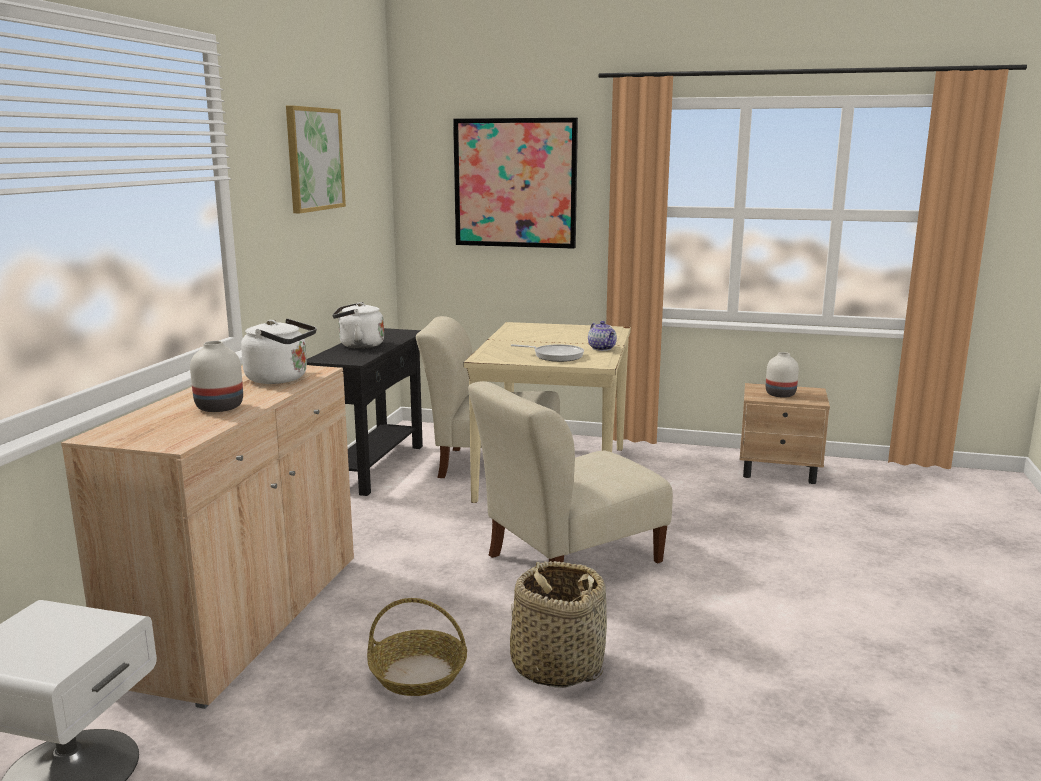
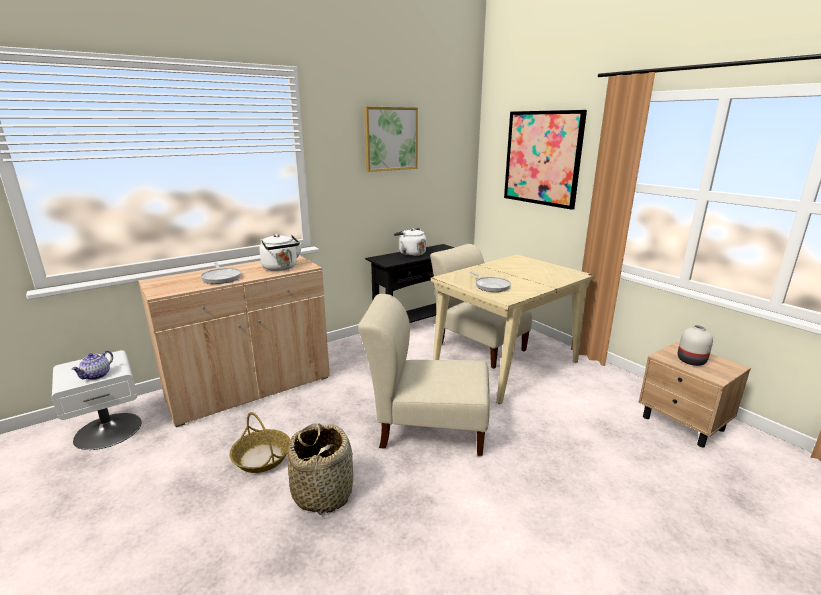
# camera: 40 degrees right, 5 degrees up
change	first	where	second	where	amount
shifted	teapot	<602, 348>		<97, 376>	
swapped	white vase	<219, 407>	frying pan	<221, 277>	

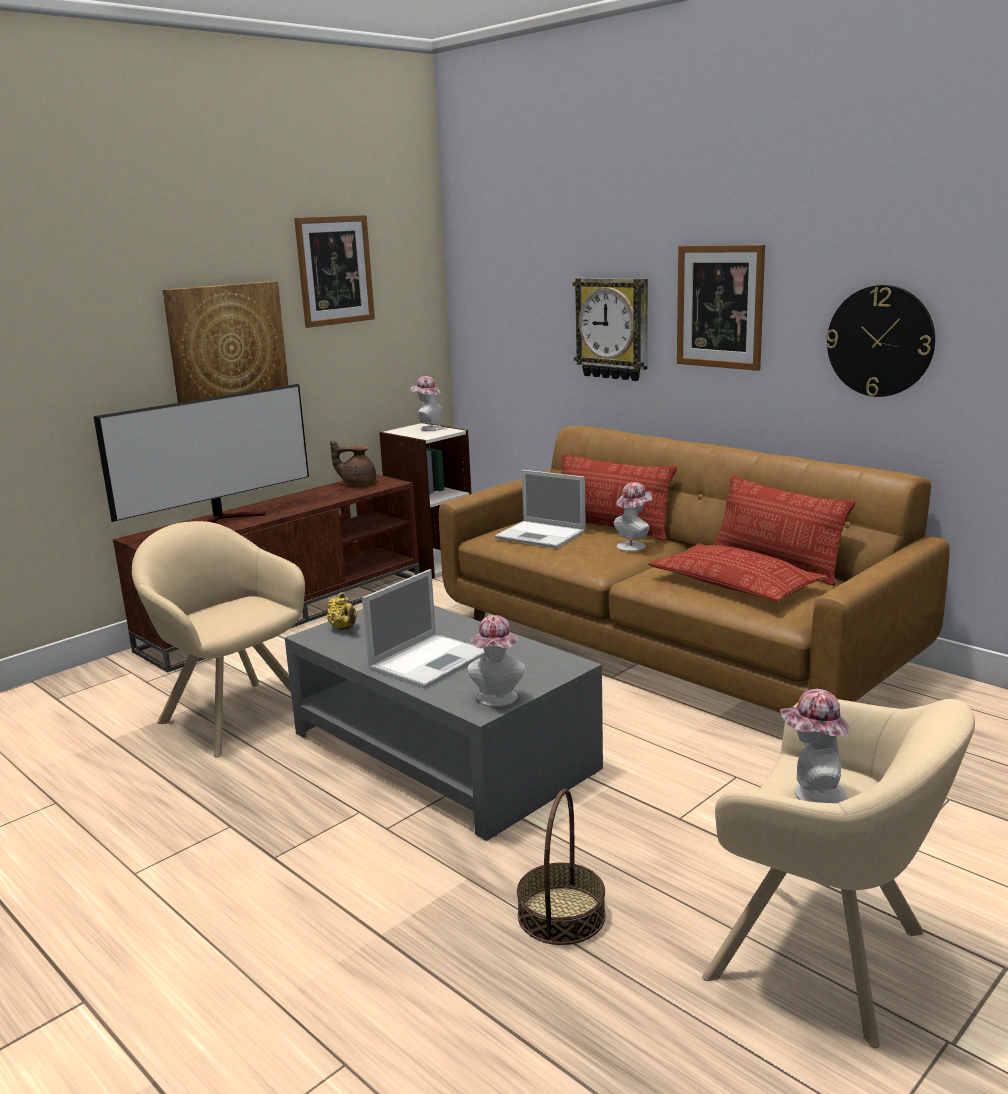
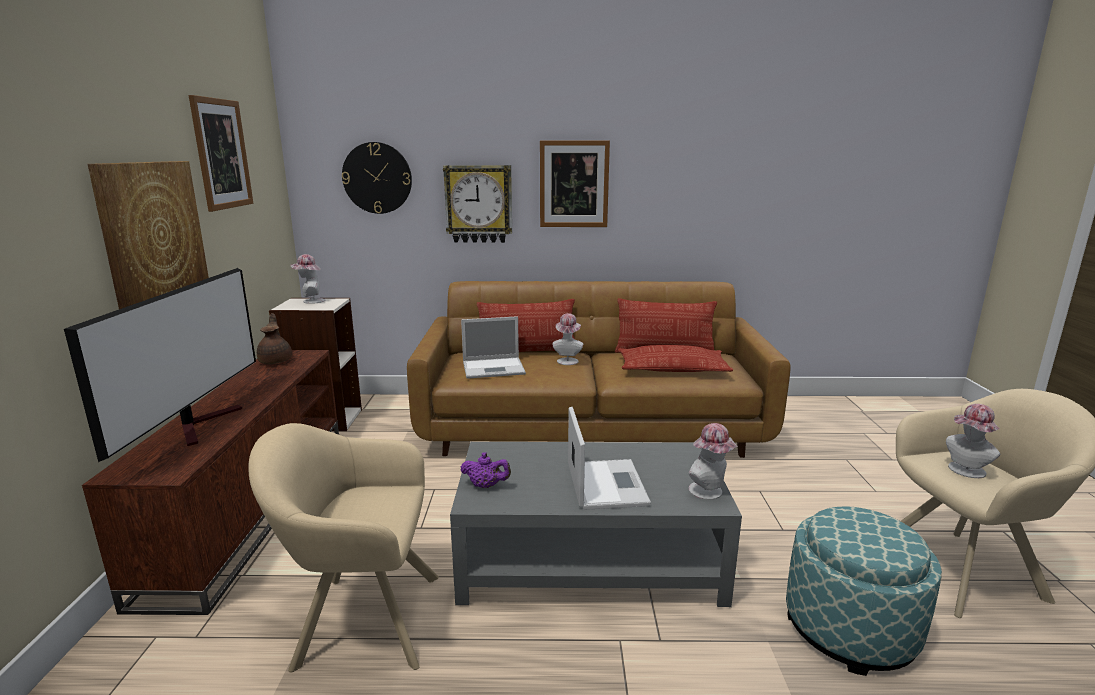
# camera: 45 degrees left, 0 degrees up
change	first	where	second	where	amount
rotated	brown teapot	<357, 483>		<276, 360>	120 degrees clockwise
shifted	wall clock	<880, 341>		<377, 178>	
repainted	yellow teapot	<344, 628>	purple teapot	<486, 485>	
swapped	basket	<561, 915>	ottoman	<850, 628>	

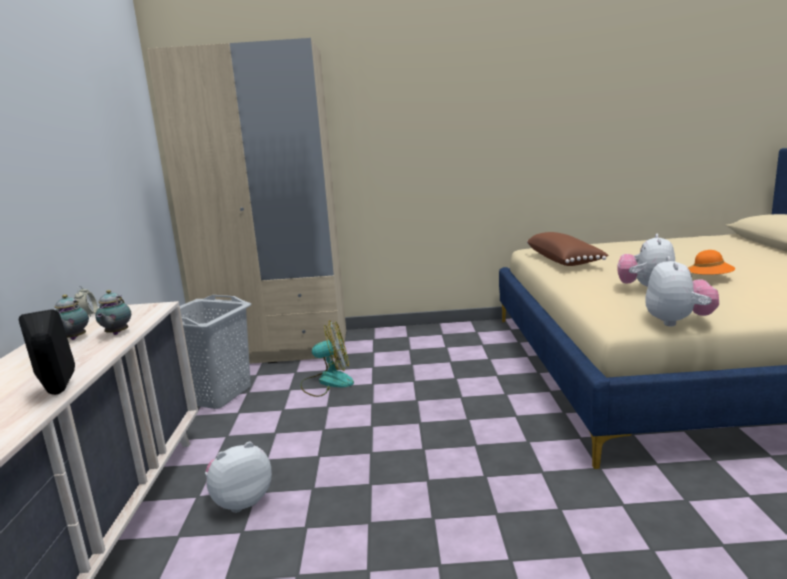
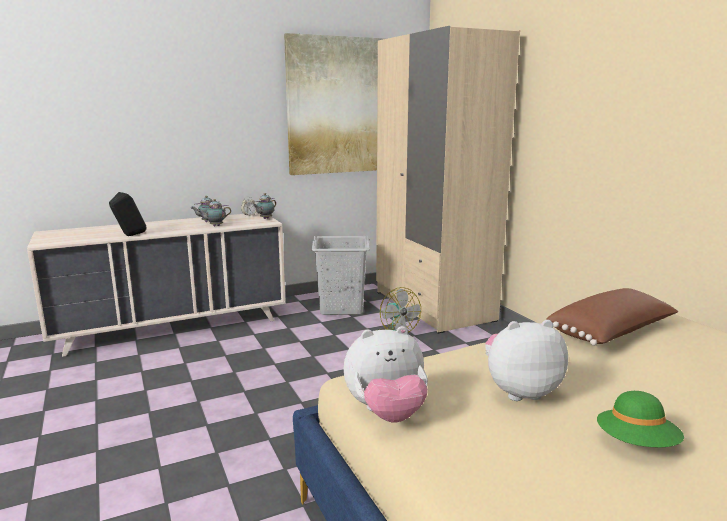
# camera: 65 degrees right, 0 degrees up
change	first	where	second	where	amount
new			teapot	<265, 218>	
new			picture	<348, 106>	
repainted	orange hat	<709, 279>	green hat	<636, 444>	
gone	plush toy	<241, 501>			

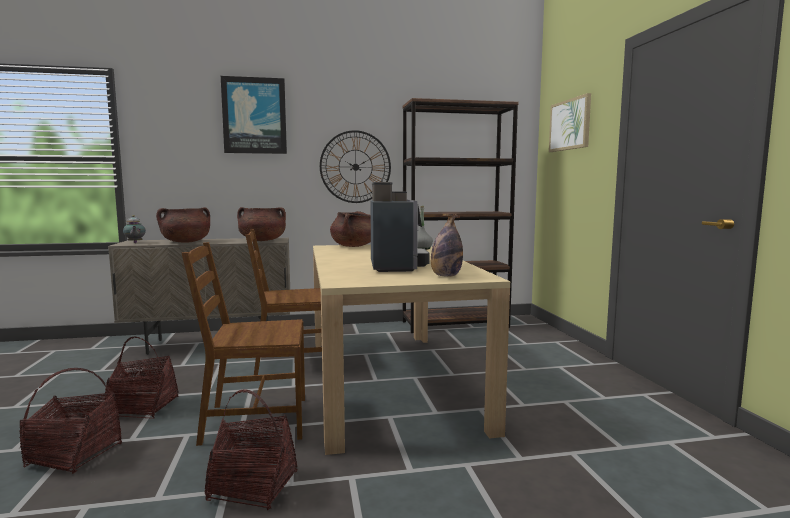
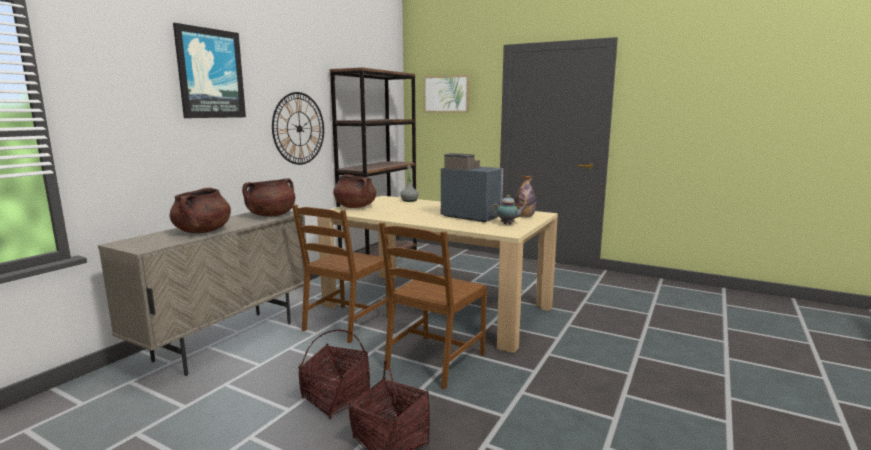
# camera: 50 degrees left, 5 degrees up
change	first	where	second	where	amount
shifted	teapot	<135, 243>		<508, 224>	
gone	basket	<253, 487>			

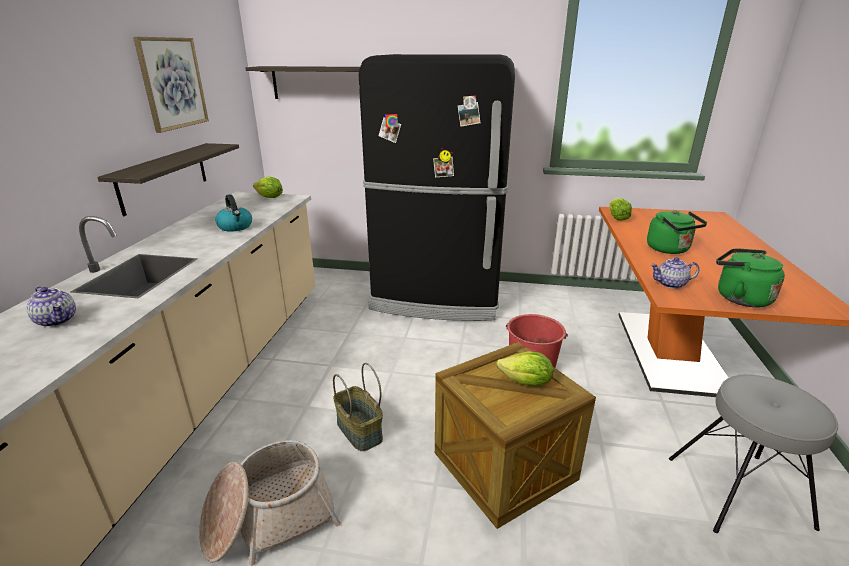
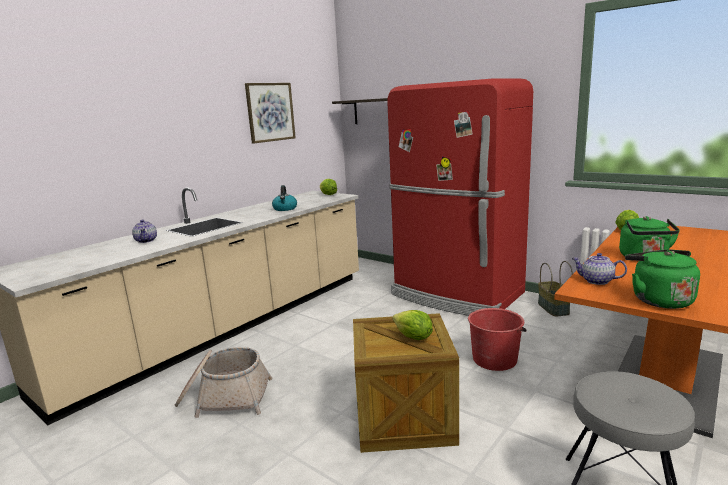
# camera: 30 degrees right, 10 degrees down
change	first	where	second	where	amount
repainted	black fridge	<437, 297>	red fridge	<456, 295>	
shifted	basket	<358, 430>		<552, 308>	
gone	shelf	<164, 177>			

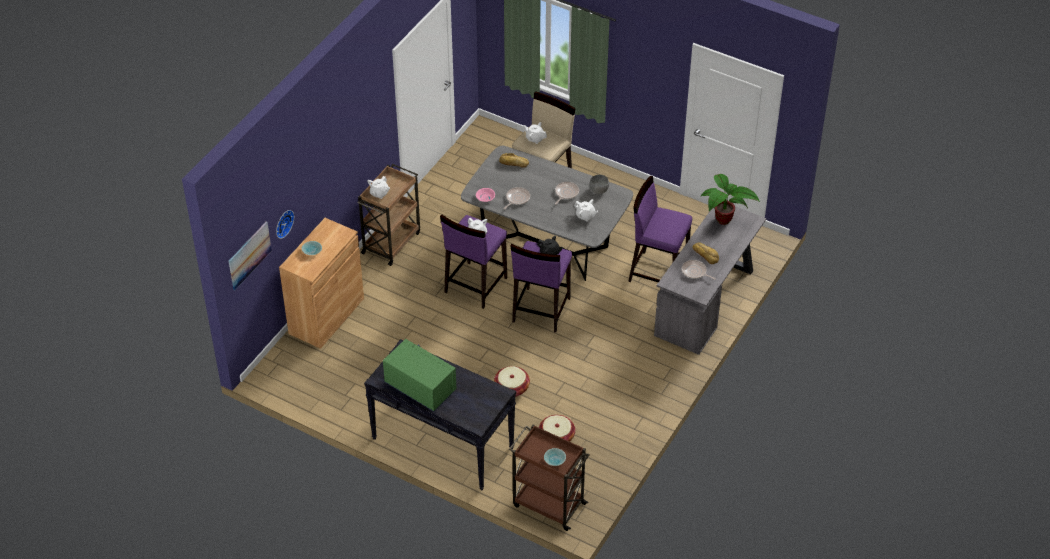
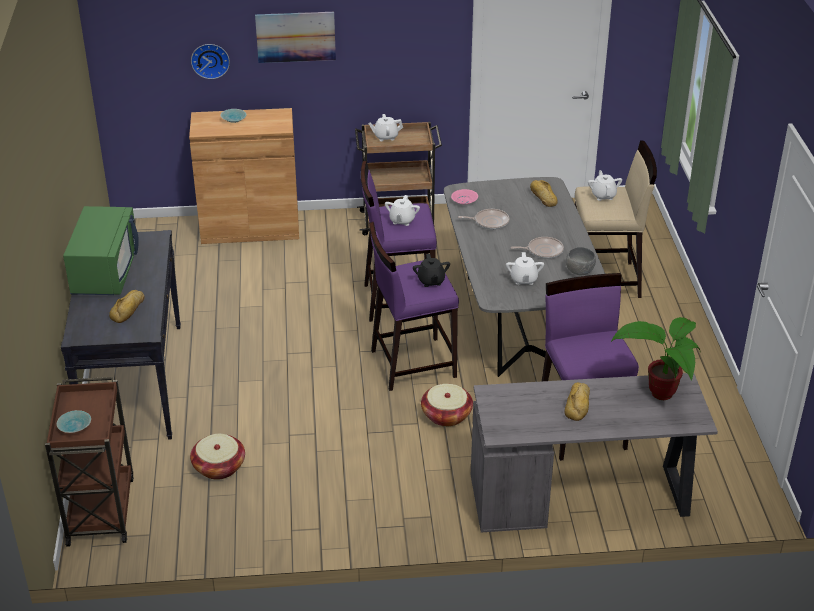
# camera: 55 degrees right, 10 degrees down
change	first	where	second	where	amount
new			bread	<129, 309>	
shifted	picture	<249, 255>		<295, 37>	
shifted	basket	<511, 388>		<446, 415>	
gone	frying pan	<695, 272>			

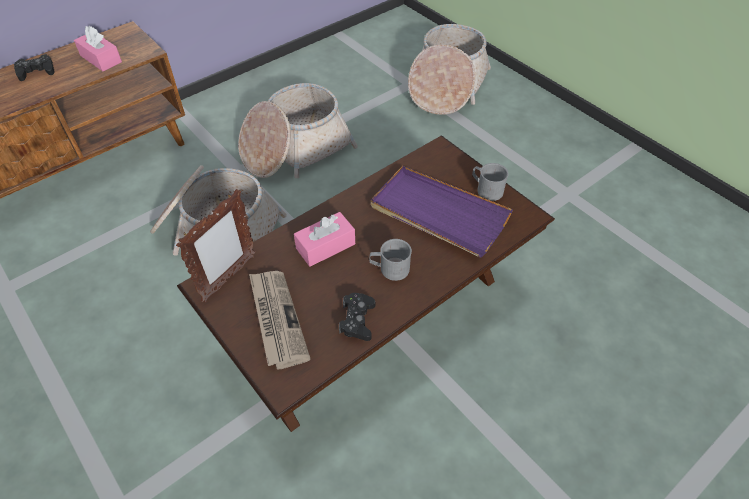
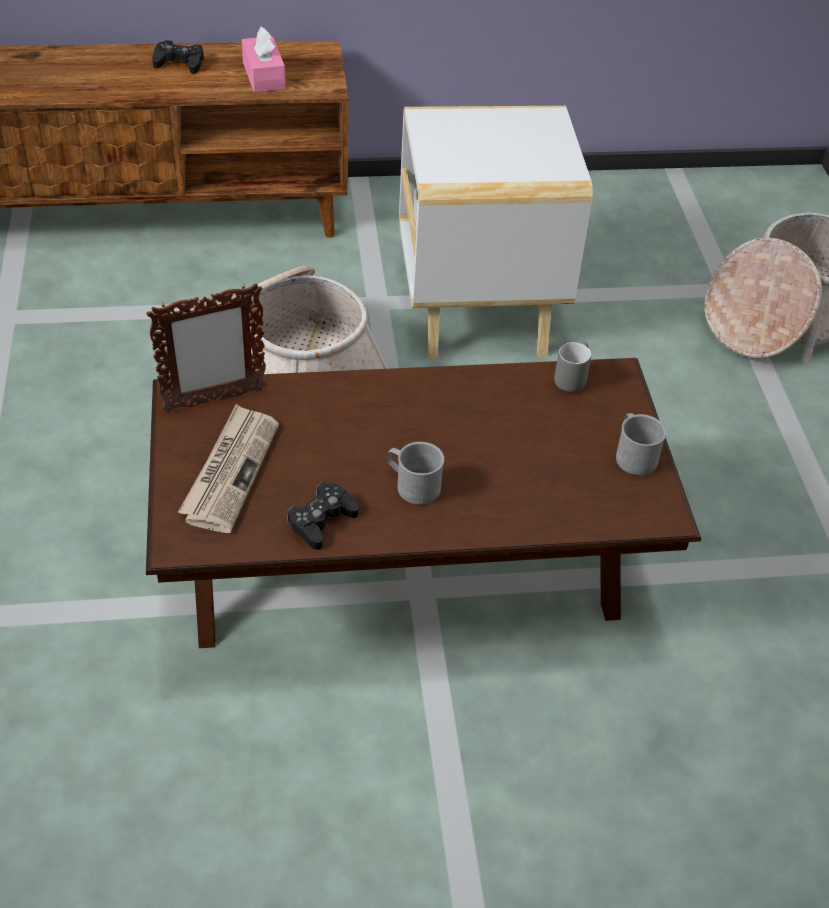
# camera: 30 degrees right, 5 degrees down
change	first	where	second	where	amount
swapped	basket	<295, 149>	white side table	<477, 308>	
new			grey mug	<570, 378>	
gone	pink tissue box	<325, 246>			
gone	purple tray	<438, 213>			

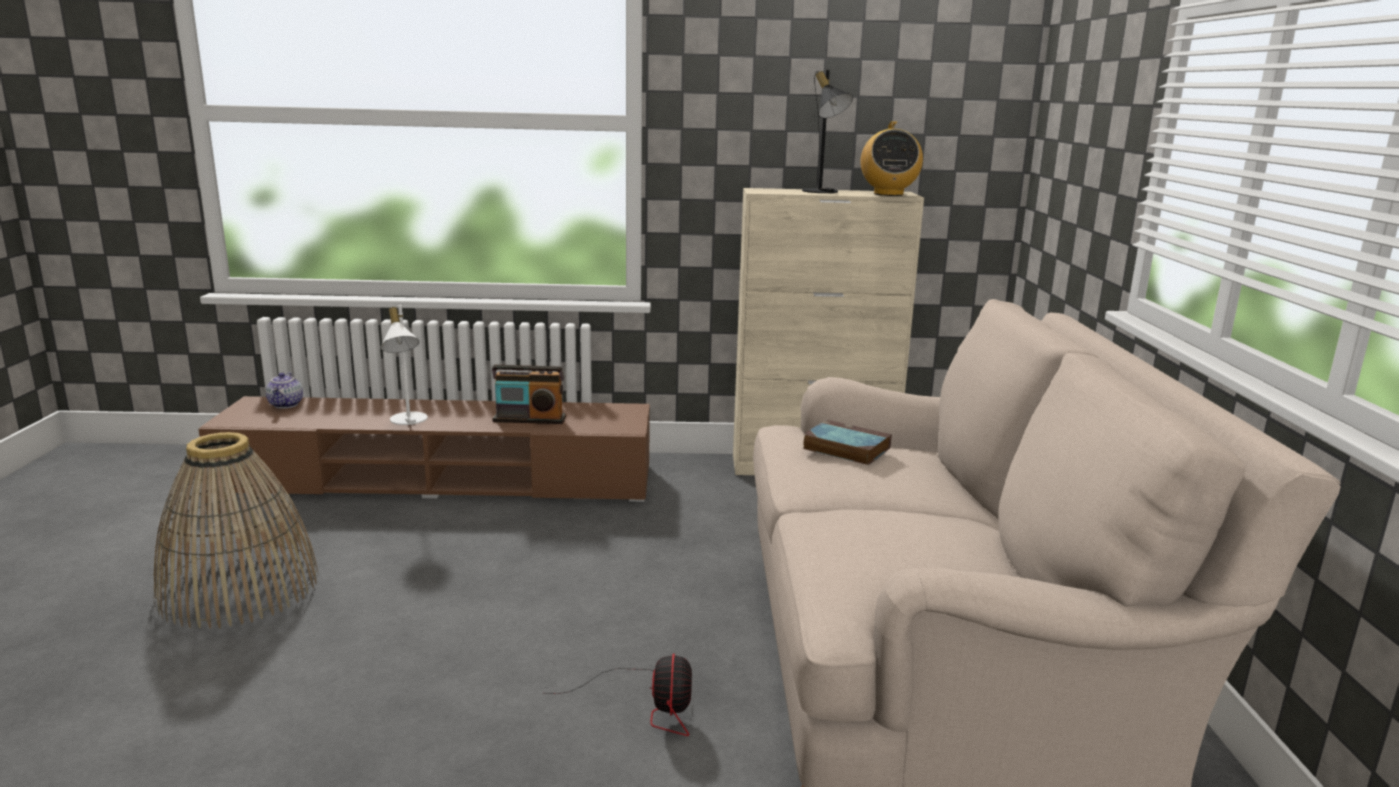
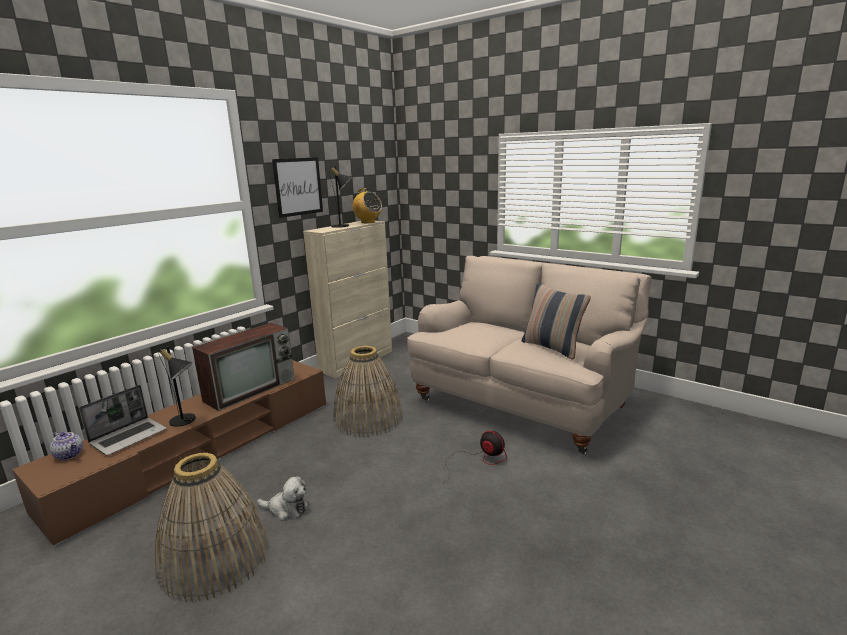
# camera: 50 degrees left, 0 degrees up
change	first	where	second	where	amount
new			laptop	<129, 437>	
repainted	white table lamp	<407, 421>	black table lamp	<185, 421>	
swapped	radio	<529, 419>	television	<251, 389>	
new			plush toy	<286, 509>	
new			picture	<298, 186>	
new			basket	<368, 418>	
new			pillow	<552, 348>	
gone	book	<844, 448>			

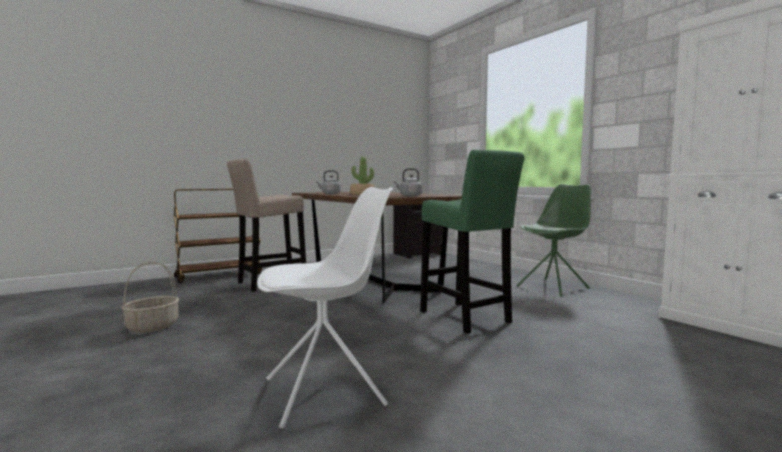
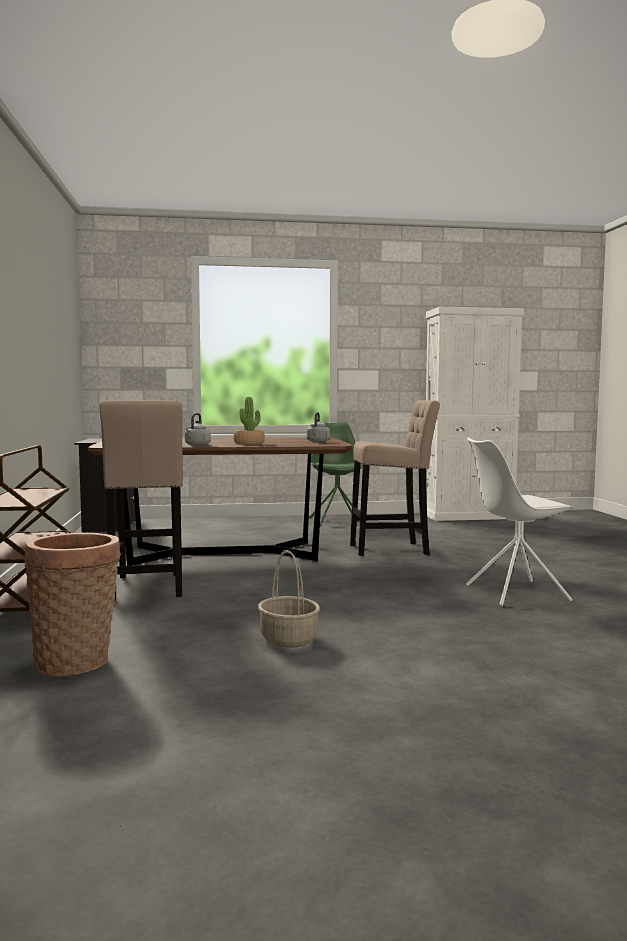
# camera: 65 degrees left, 0 degrees up
change	first	where	second	where	amount
new			basket	<77, 662>	
repainted	green stool	<466, 318>	beige stool	<393, 549>	
rotated	white chair	<326, 392>		<514, 593>	105 degrees counterclockwise

